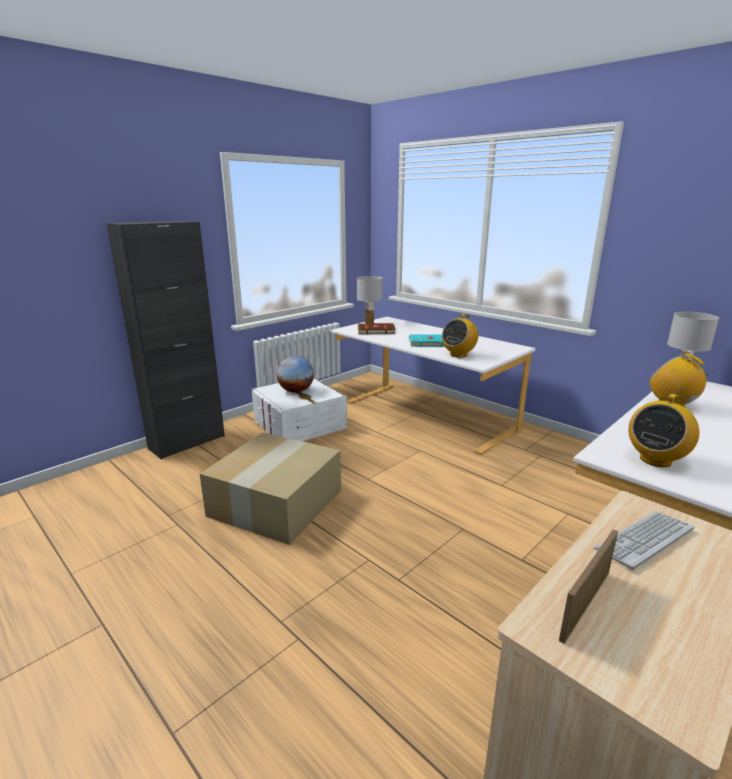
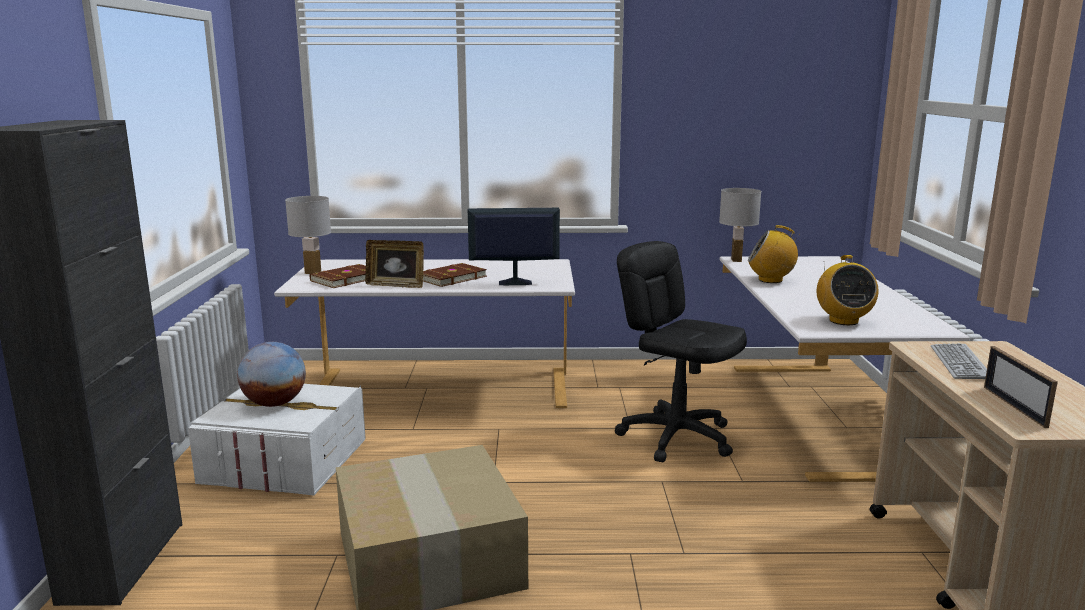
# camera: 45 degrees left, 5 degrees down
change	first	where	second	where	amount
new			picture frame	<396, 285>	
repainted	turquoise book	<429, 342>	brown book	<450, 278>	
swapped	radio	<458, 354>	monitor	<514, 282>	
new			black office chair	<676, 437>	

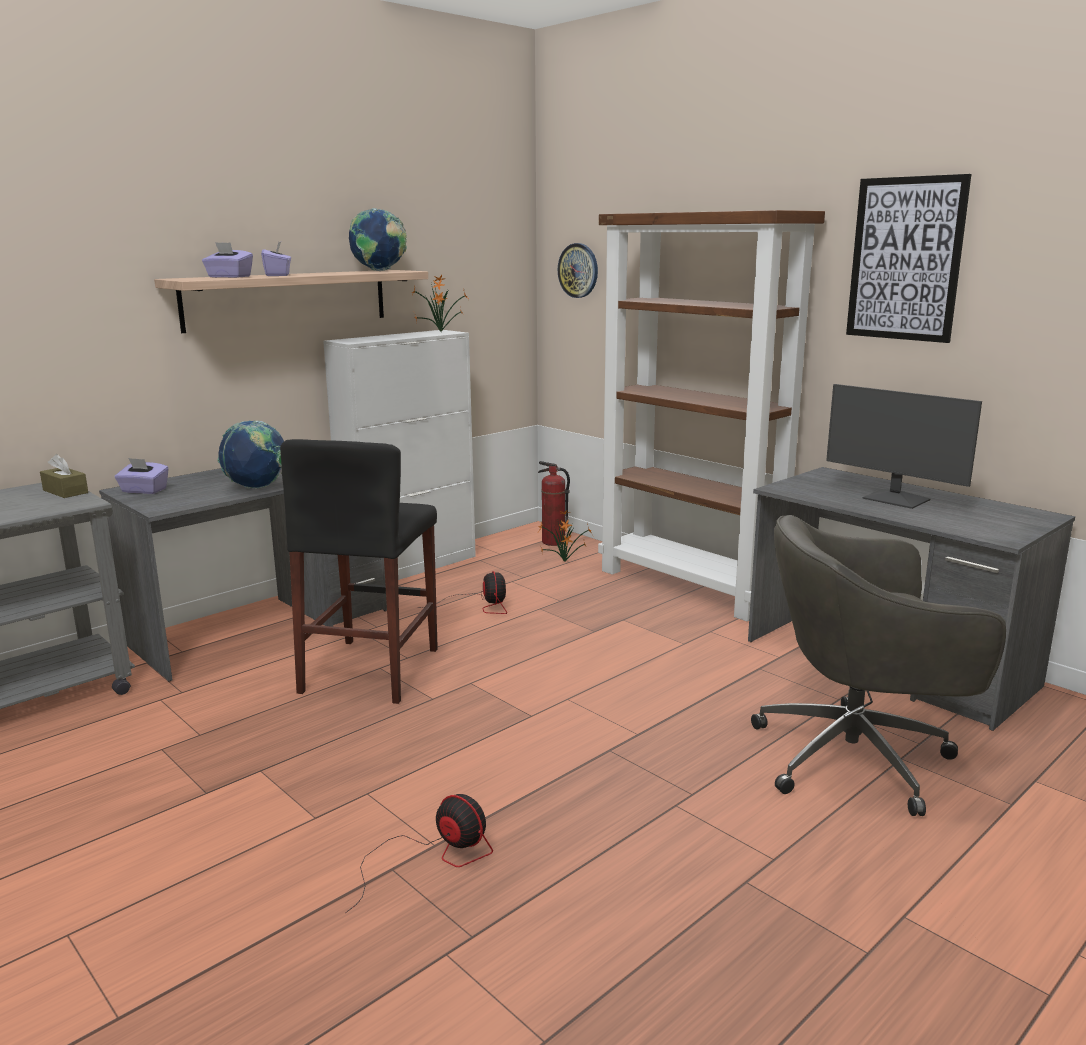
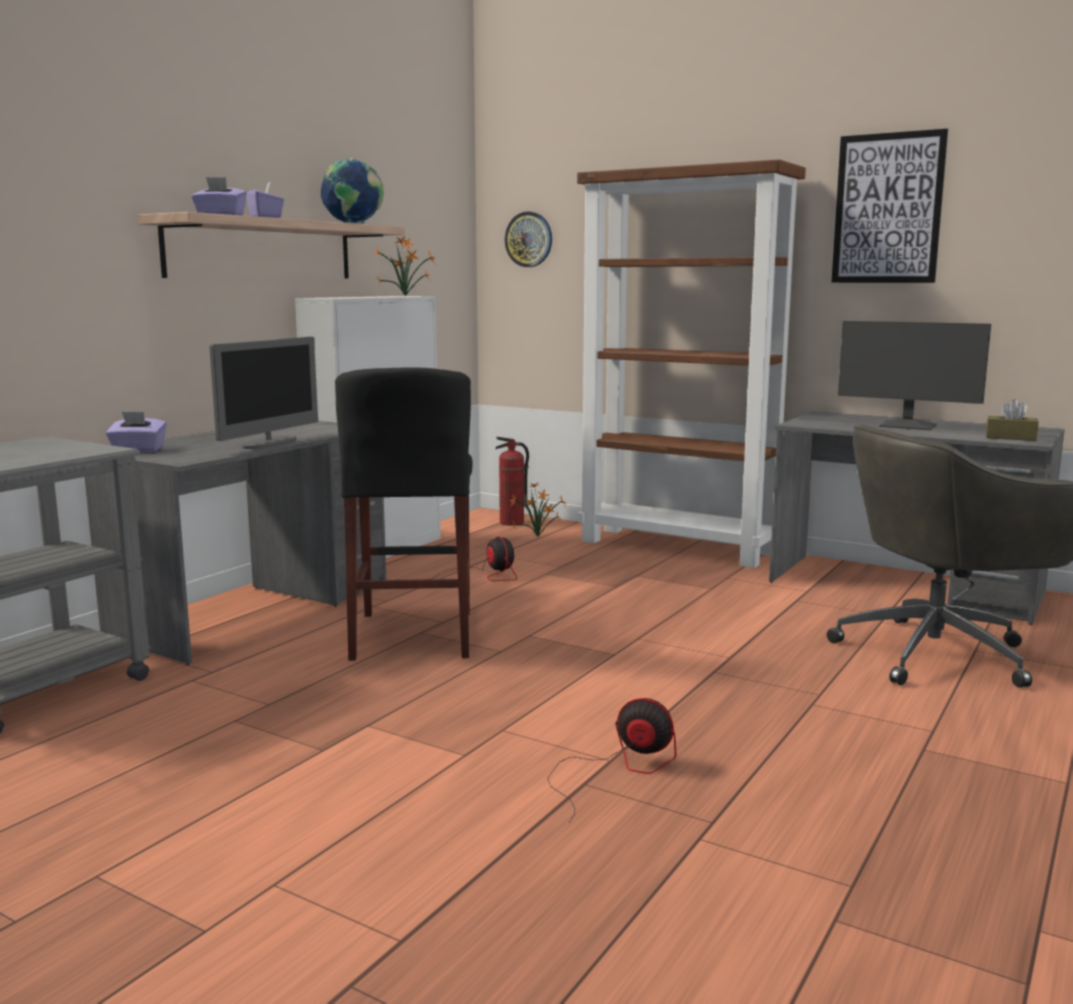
# camera: 15 degrees left, 5 degrees down
change	first	where	second	where	amount
swapped	globe	<257, 488>	monitor	<270, 443>	
shifted	brown tissue box	<65, 491>		<1010, 438>	

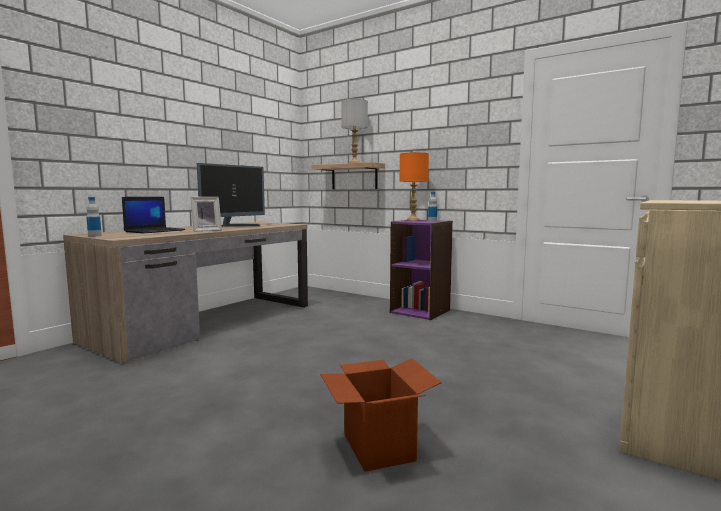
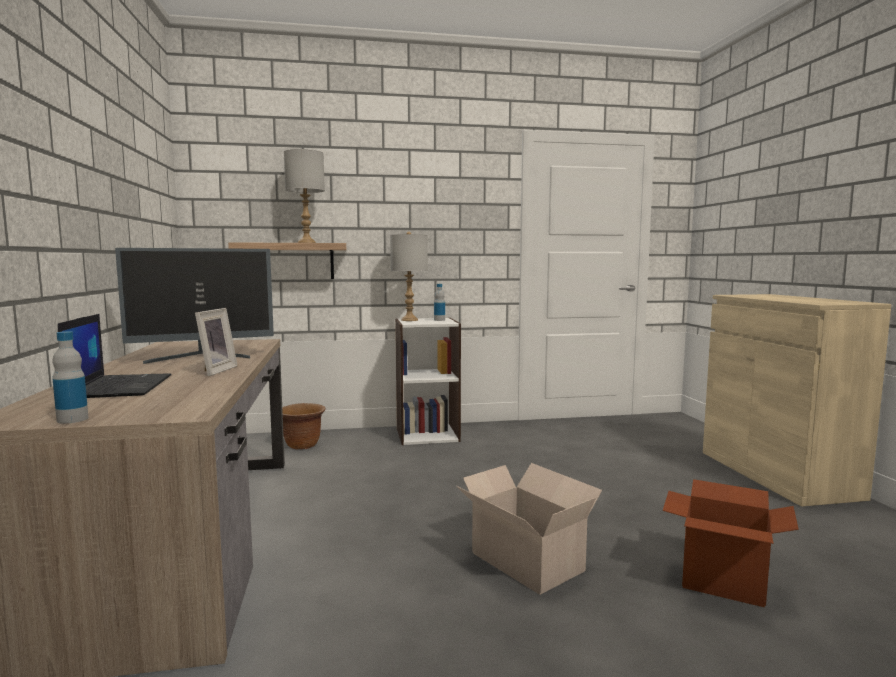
# camera: 45 degrees left, 0 degrees up
change	first	where	second	where	amount
rotated	monitor	<232, 227>		<202, 357>	75 degrees clockwise
new			brown planter	<302, 445>	
repainted	orange table lamp	<412, 220>	grey table lamp	<409, 320>	
repainted	purple bookcase	<420, 311>	white bookcase	<427, 434>	
new			cardboard box	<525, 560>	

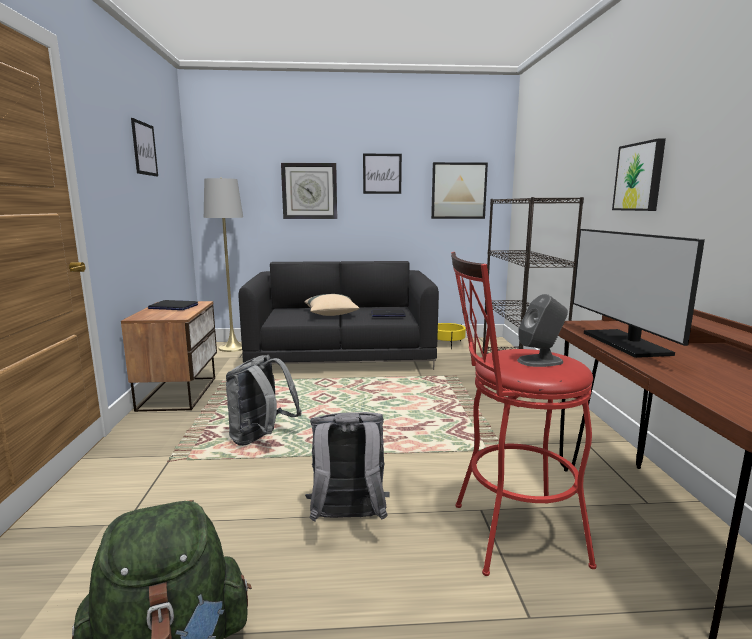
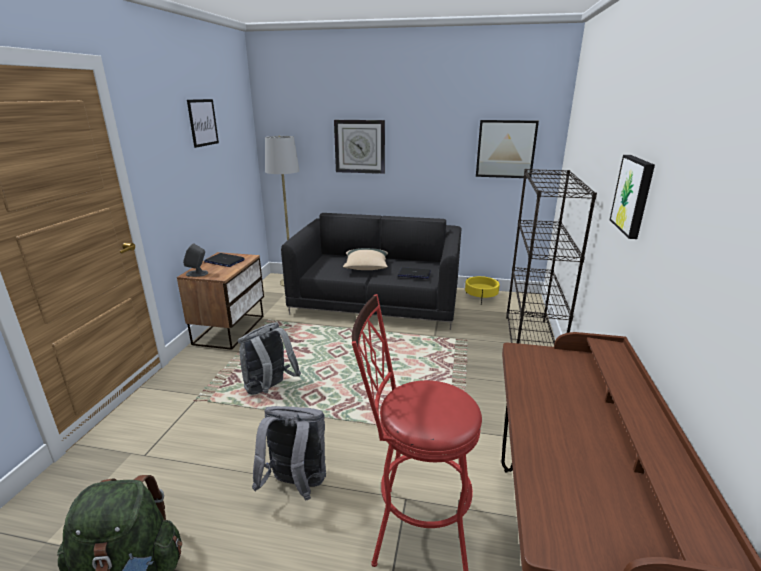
# camera: 15 degrees right, 10 degrees up
change	first	where	second	where	amount
shifted	grey speaker	<540, 361>		<197, 273>	
gone	picture	<382, 173>			
gone	monitor	<625, 343>			

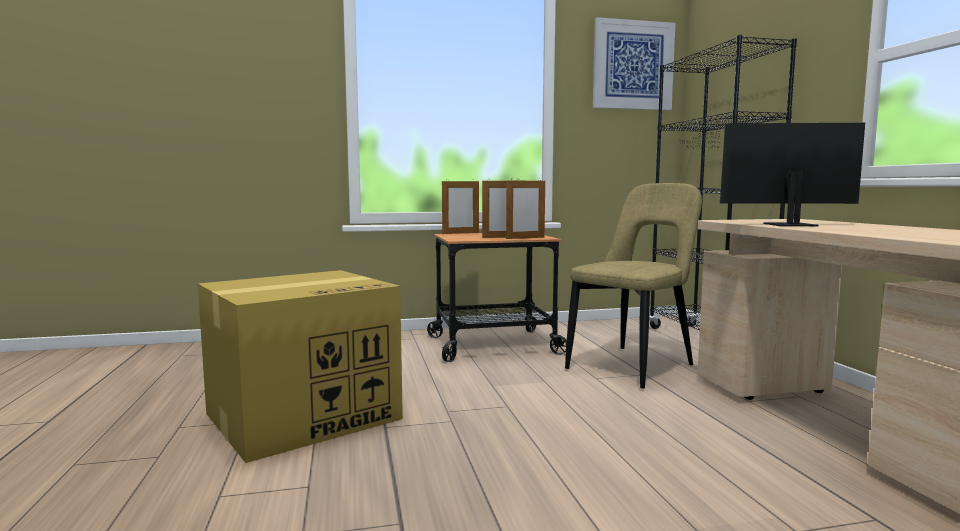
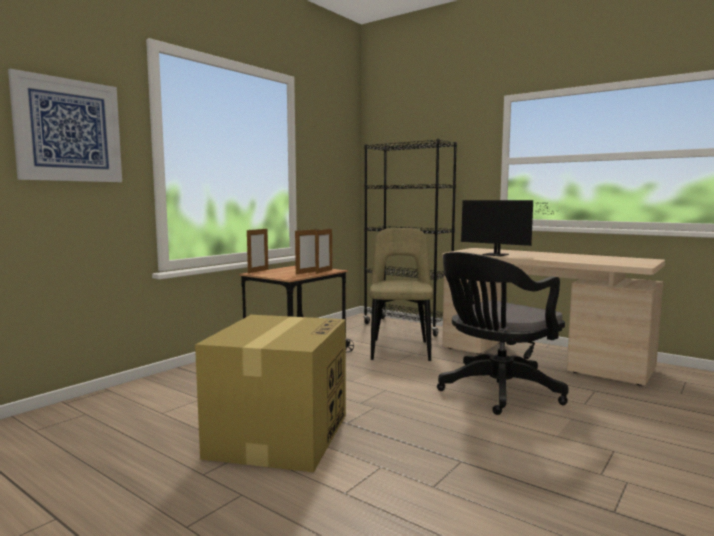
# camera: 40 degrees left, 0 degrees up
change	first	where	second	where	amount
shifted	picture	<633, 65>		<68, 130>	
new			black office chair	<496, 392>	
rotated	monitor	<782, 224>		<498, 255>	105 degrees counterclockwise

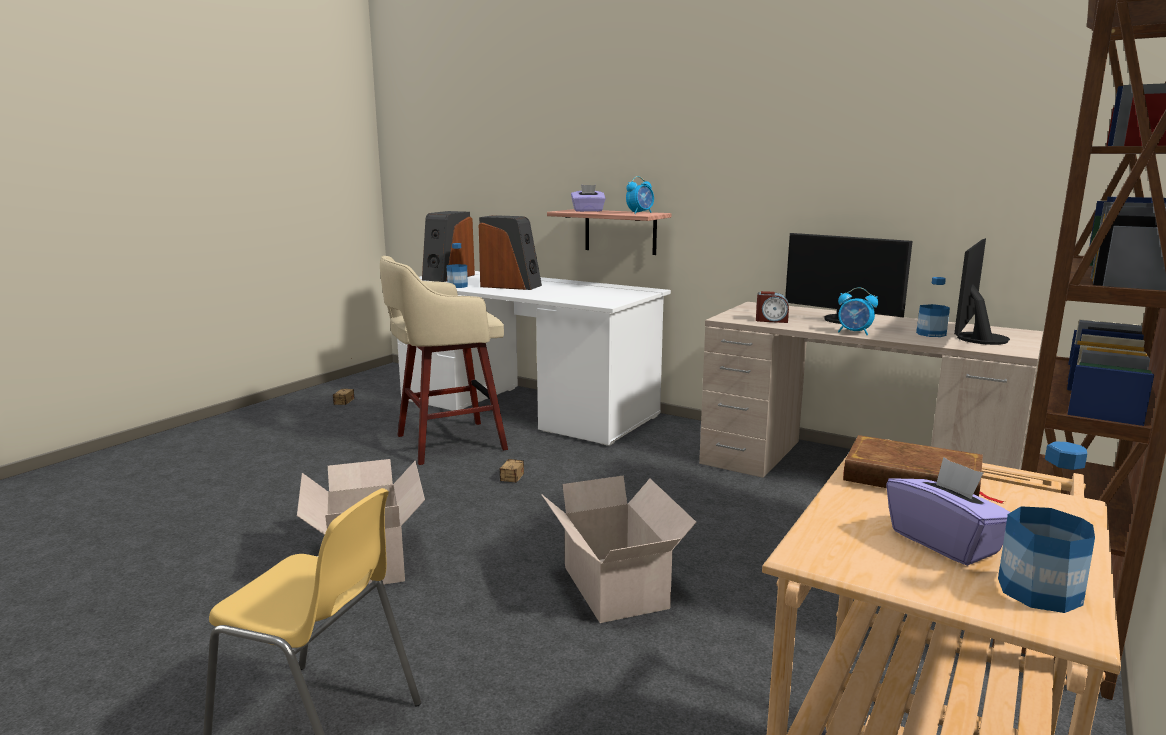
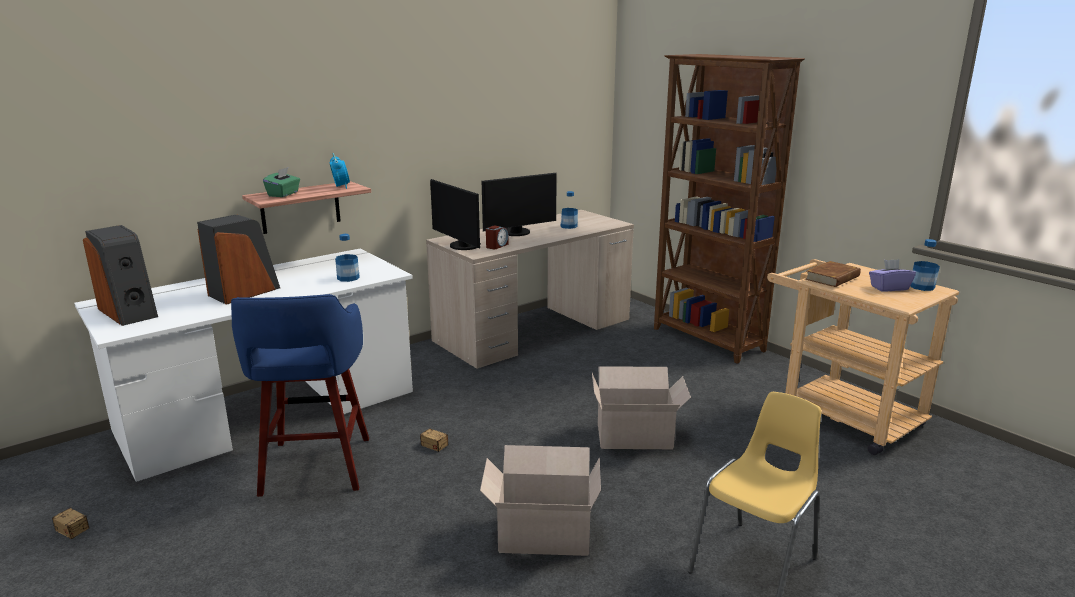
# camera: 70 degrees left, 5 degrees up
change	first	where	second	where	amount
repainted	beige stool	<447, 443>	blue stool	<315, 468>	
repainted	purple tissue box	<588, 211>	green tissue box	<283, 194>	
shifted	bottle	<457, 286>		<348, 278>	
shifted	monitor	<976, 338>		<462, 246>	
gone	alarm clock	<854, 333>			

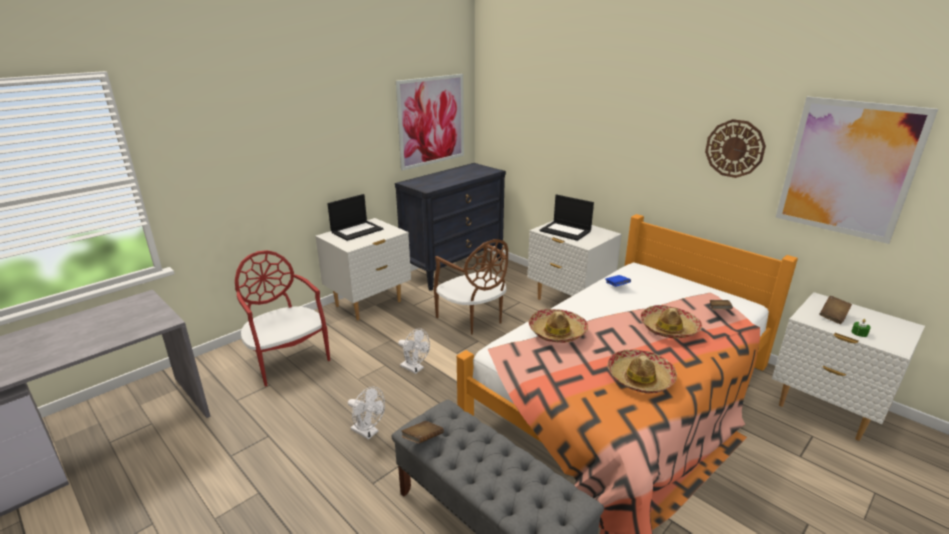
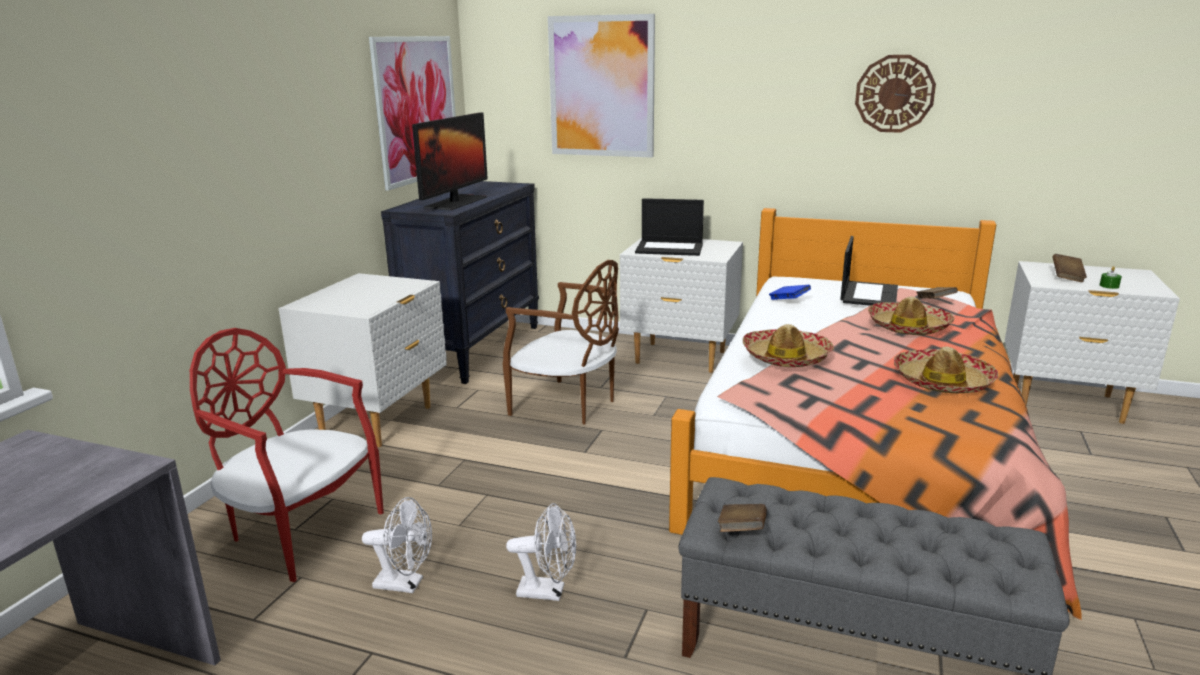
# camera: 25 degrees left, 5 degrees down
change	first	where	second	where	amount
shifted	white fan	<415, 368>		<405, 584>	
new			monitor	<456, 202>	
shifted	picture	<848, 168>		<601, 87>	
shifted	laptop	<357, 230>		<868, 294>	

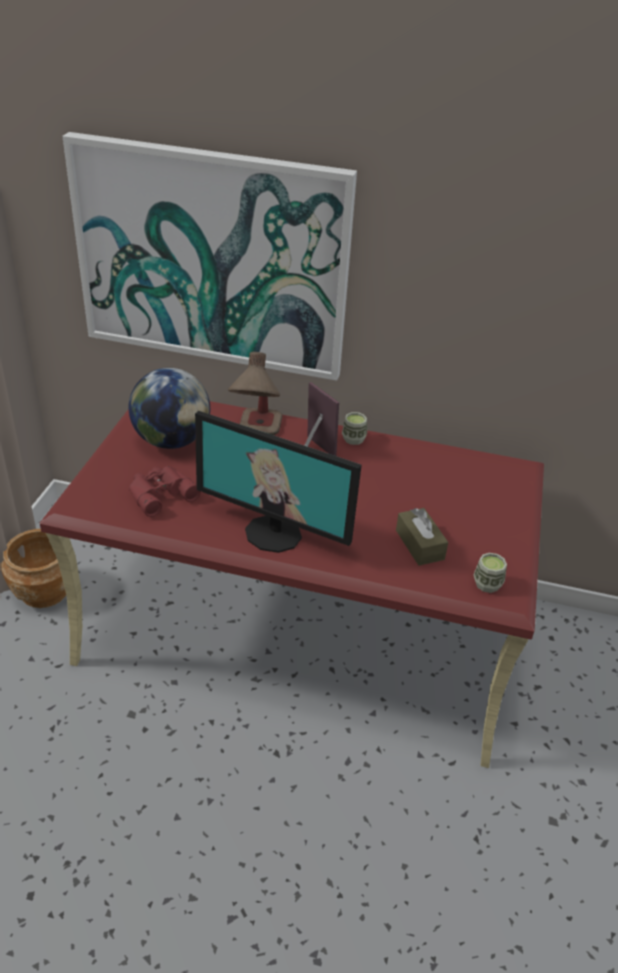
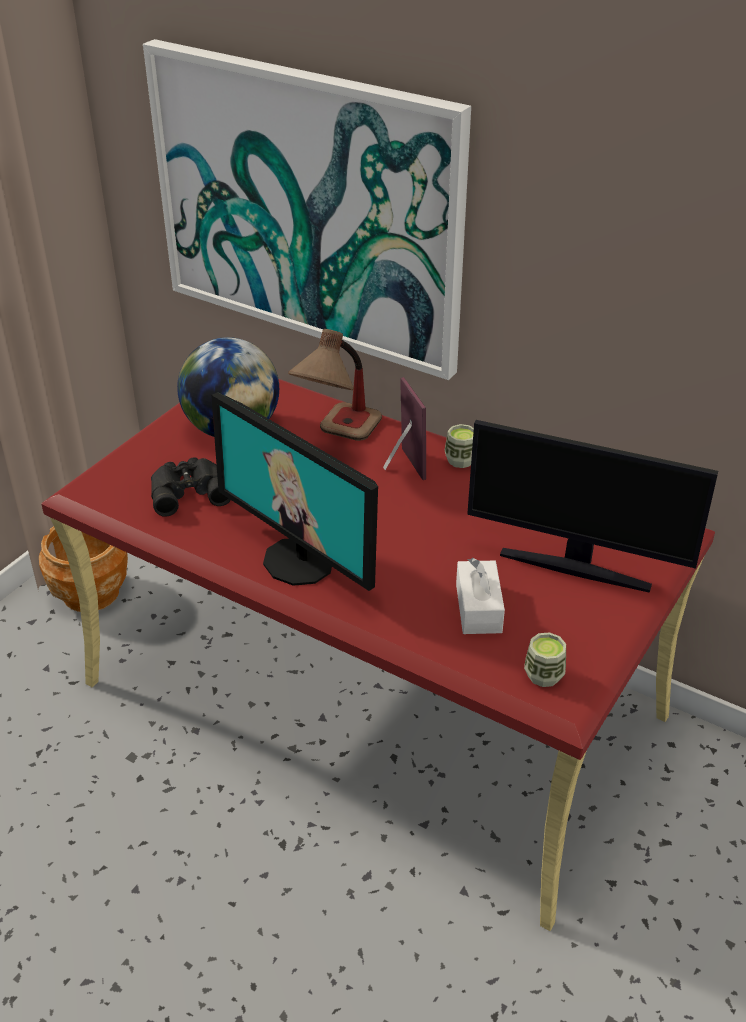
# camera: 20 degrees right, 0 degrees up
change	first	where	second	where	amount
repainted	red binoculars	<160, 493>	black binoculars	<188, 490>	
repainted	brown tissue box	<419, 545>	white tissue box	<478, 608>	
new			monitor	<575, 567>	

